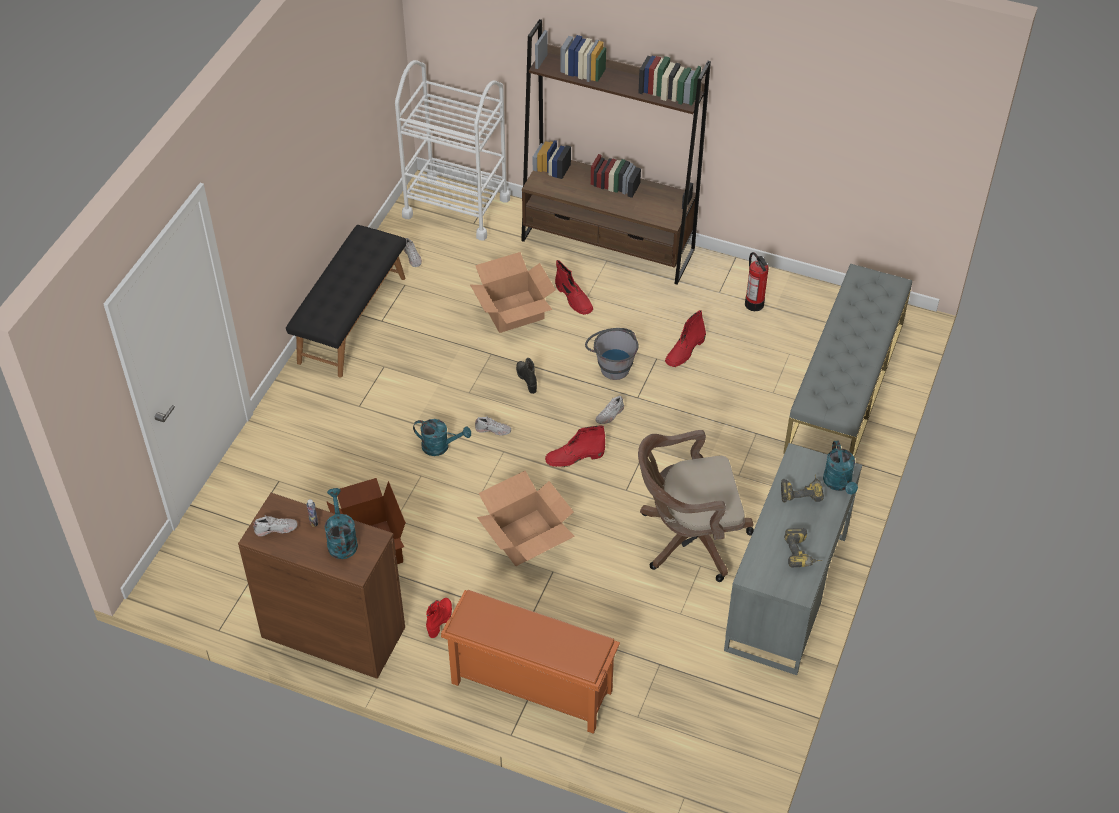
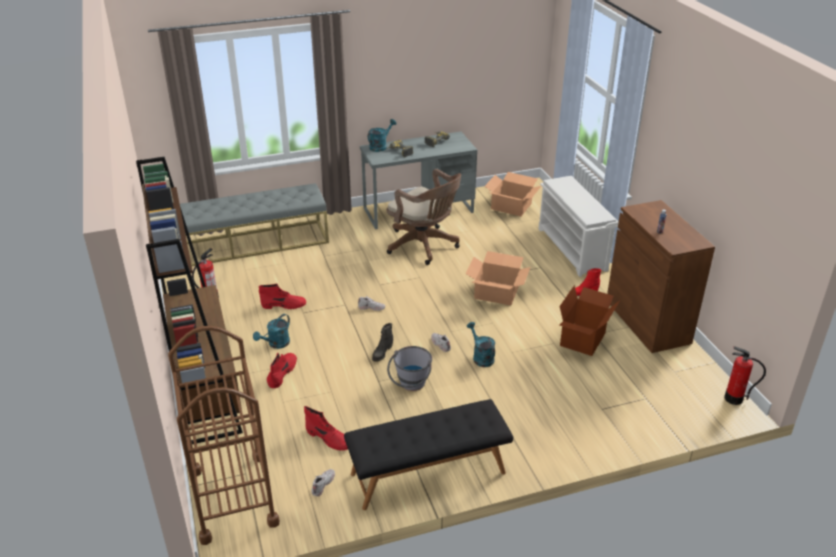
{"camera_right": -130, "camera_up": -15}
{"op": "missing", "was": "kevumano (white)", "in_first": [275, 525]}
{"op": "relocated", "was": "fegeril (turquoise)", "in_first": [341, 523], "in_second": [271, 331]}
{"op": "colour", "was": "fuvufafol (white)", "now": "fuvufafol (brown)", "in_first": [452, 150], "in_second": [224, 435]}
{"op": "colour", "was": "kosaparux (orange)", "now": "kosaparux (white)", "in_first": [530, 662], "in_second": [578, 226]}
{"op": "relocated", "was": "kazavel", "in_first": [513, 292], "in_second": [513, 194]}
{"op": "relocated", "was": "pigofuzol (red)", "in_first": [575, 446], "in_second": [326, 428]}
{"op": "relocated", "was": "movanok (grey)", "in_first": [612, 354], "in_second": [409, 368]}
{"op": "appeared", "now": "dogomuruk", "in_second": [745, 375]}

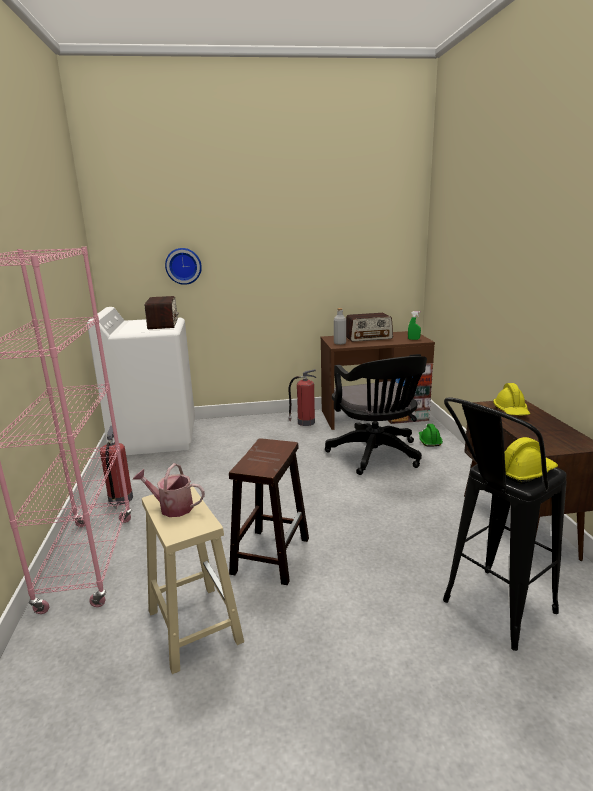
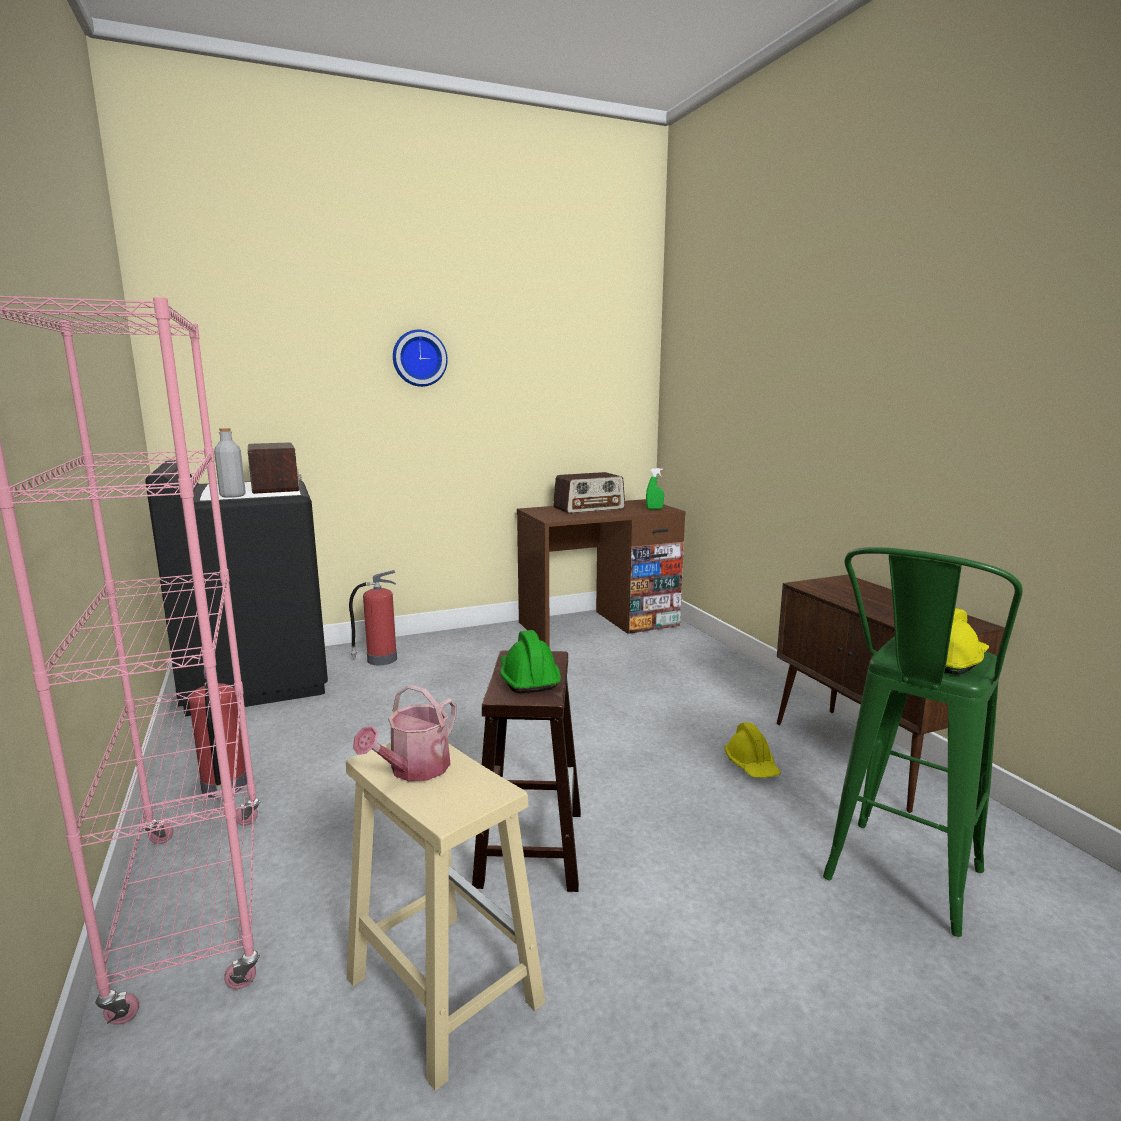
{"camera_right": -15, "camera_up": -5}
{"op": "colour", "was": "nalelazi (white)", "now": "nalelazi (black)", "in_first": [141, 381], "in_second": [236, 588]}
{"op": "spun", "was": "fegeril", "in_first": [169, 490], "in_second": [405, 732], "clockwise": -60}
{"op": "relocated", "was": "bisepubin", "in_first": [183, 266], "in_second": [420, 358]}
{"op": "relocated", "was": "dogomuruk", "in_first": [302, 397], "in_second": [373, 617]}
{"op": "missing", "was": "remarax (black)", "in_first": [376, 415]}
{"op": "relocated", "was": "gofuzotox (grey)", "in_first": [340, 326], "in_second": [230, 463]}
{"op": "relocated", "was": "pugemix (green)", "in_first": [431, 435], "in_second": [530, 661]}
{"op": "colour", "was": "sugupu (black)", "now": "sugupu (green)", "in_first": [505, 524], "in_second": [923, 742]}
{"op": "relocated", "was": "pugemix (yellow)", "in_first": [511, 399], "in_second": [752, 750]}

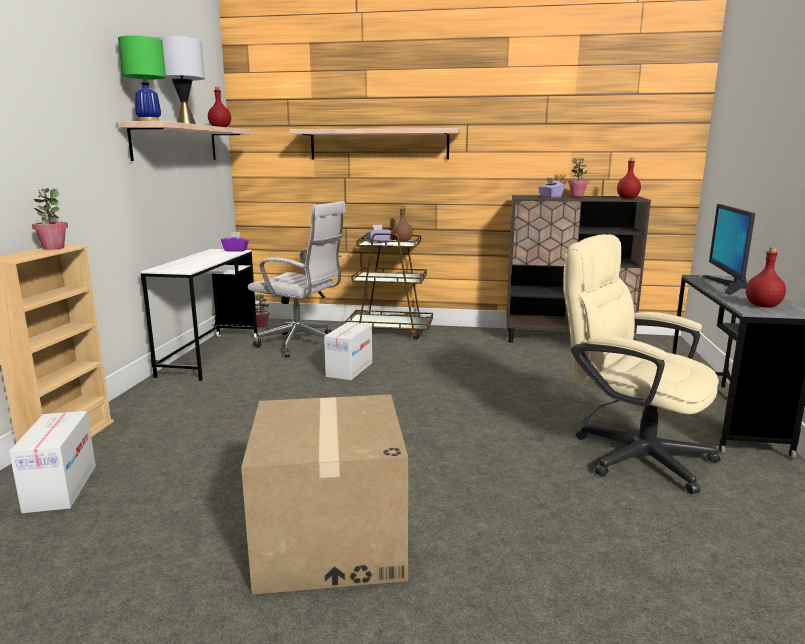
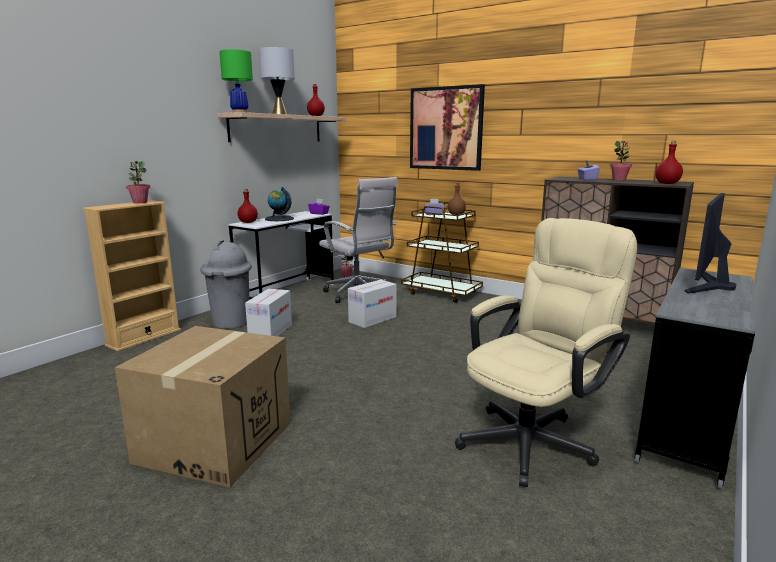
{"camera_right": 25, "camera_up": 0}
{"op": "relocated", "was": "kazavel", "in_first": [52, 462], "in_second": [268, 313]}
{"op": "exchanged", "was": "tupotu", "now": "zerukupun", "in_first": [374, 144], "in_second": [447, 127]}
{"op": "spun", "was": "remarax (beige)", "in_first": [641, 364], "in_second": [546, 352], "clockwise": 75}
{"op": "relocated", "was": "gofuzotox (red)", "in_first": [766, 277], "in_second": [248, 206]}
{"op": "appeared", "now": "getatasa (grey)", "in_second": [226, 285]}
{"op": "appeared", "now": "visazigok", "in_second": [279, 204]}

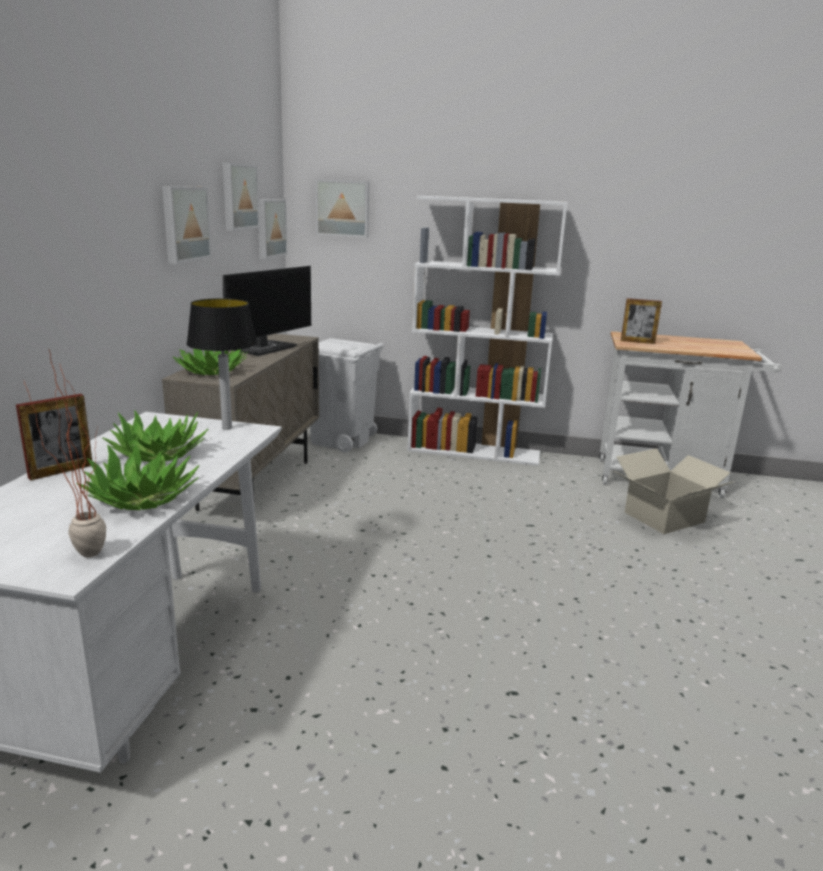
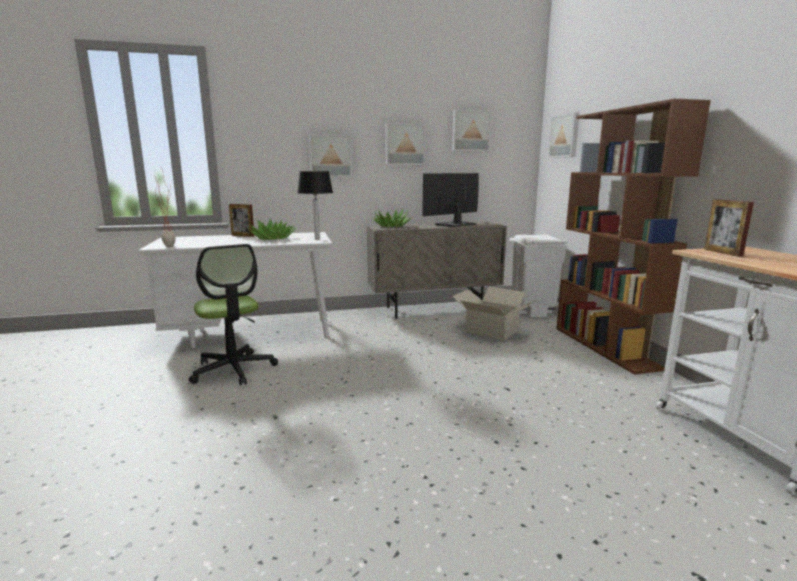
{"camera_right": 65, "camera_up": -5}
{"op": "missing", "was": "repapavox", "in_first": [138, 477]}
{"op": "spun", "was": "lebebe", "in_first": [267, 311], "in_second": [450, 200], "clockwise": 135}
{"op": "relocated", "was": "zerukupun", "in_first": [272, 229], "in_second": [330, 155]}
{"op": "colour", "was": "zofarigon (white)", "now": "zofarigon (brown)", "in_first": [487, 331], "in_second": [633, 237]}
{"op": "relocated", "was": "kazavel", "in_first": [674, 491], "in_second": [494, 314]}
{"op": "appeared", "now": "remarax", "in_second": [233, 314]}

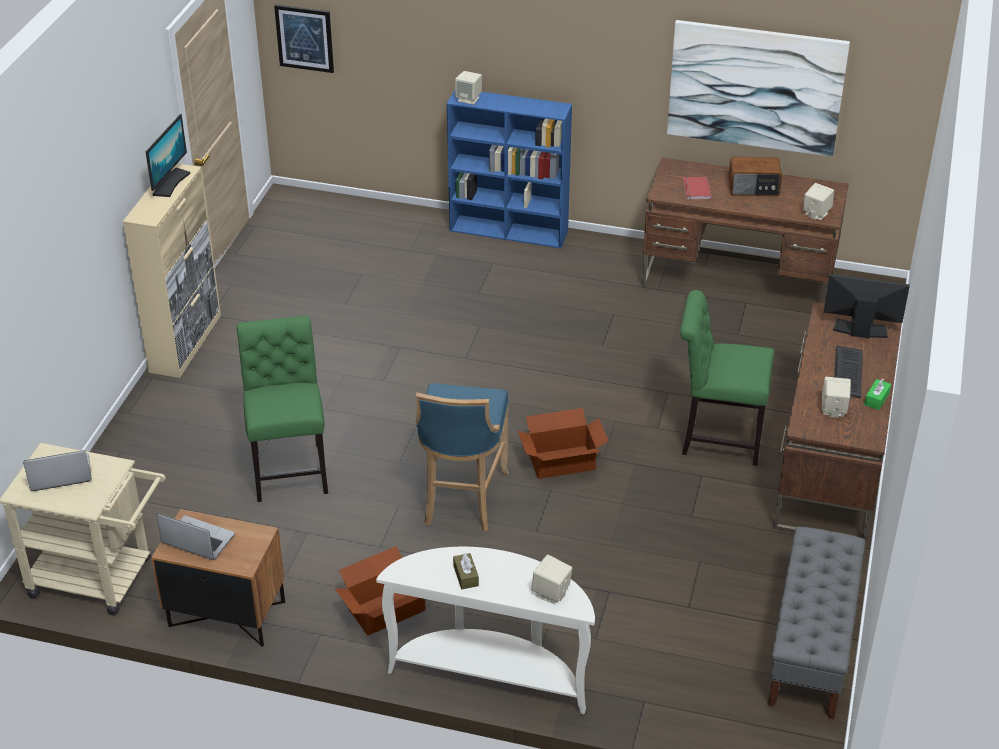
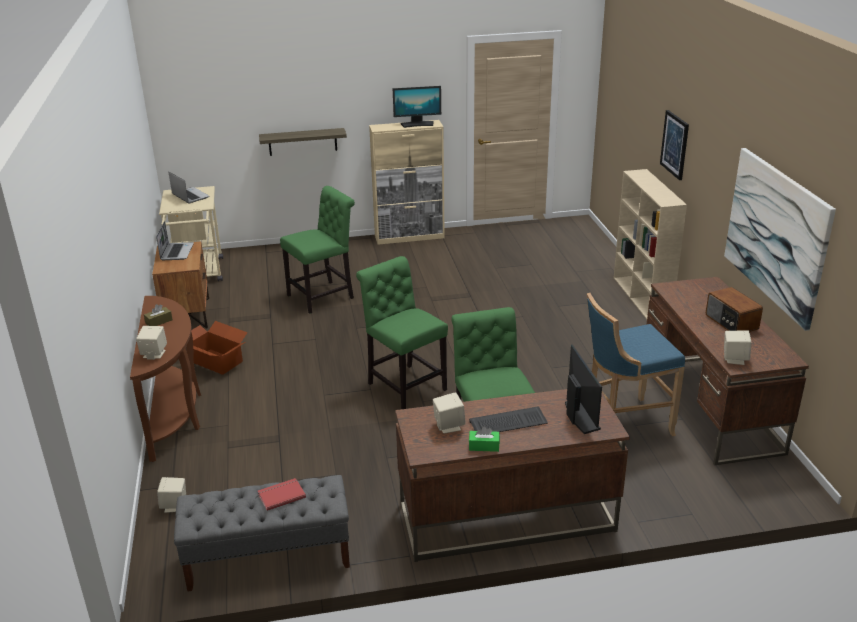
{"camera_right": 65, "camera_up": -10}
{"op": "relocated", "was": "zerukupun", "in_first": [304, 38], "in_second": [674, 145]}
{"op": "colour", "was": "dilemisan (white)", "now": "dilemisan (brown)", "in_first": [485, 630], "in_second": [165, 379]}
{"op": "relocated", "was": "sugupu (blue)", "in_first": [462, 457], "in_second": [636, 364]}
{"op": "colour", "was": "zofarigon (blue)", "now": "zofarigon (beige)", "in_first": [509, 169], "in_second": [650, 244]}
{"op": "relocated", "was": "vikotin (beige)", "in_first": [468, 88], "in_second": [171, 495]}
{"op": "exchanged", "was": "kazavel", "now": "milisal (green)", "in_first": [563, 443], "in_second": [402, 332]}
{"op": "relocated", "was": "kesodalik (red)", "in_first": [697, 188], "in_second": [282, 494]}
{"op": "appeared", "now": "tupotu", "in_second": [303, 142]}

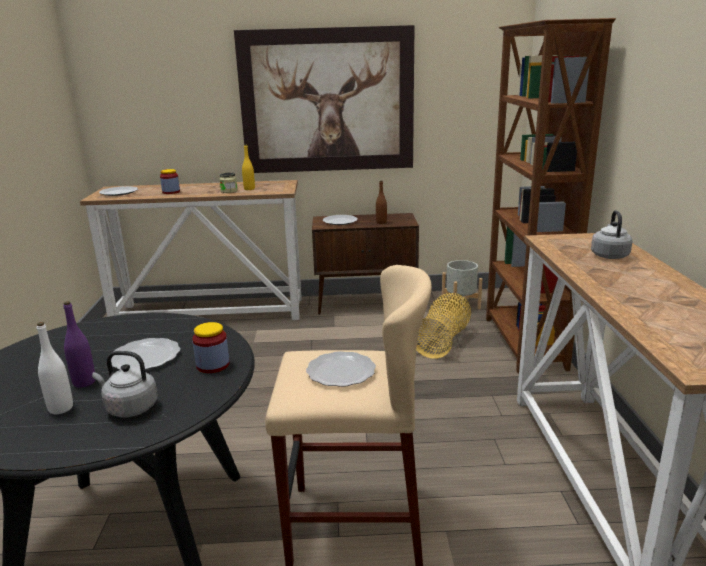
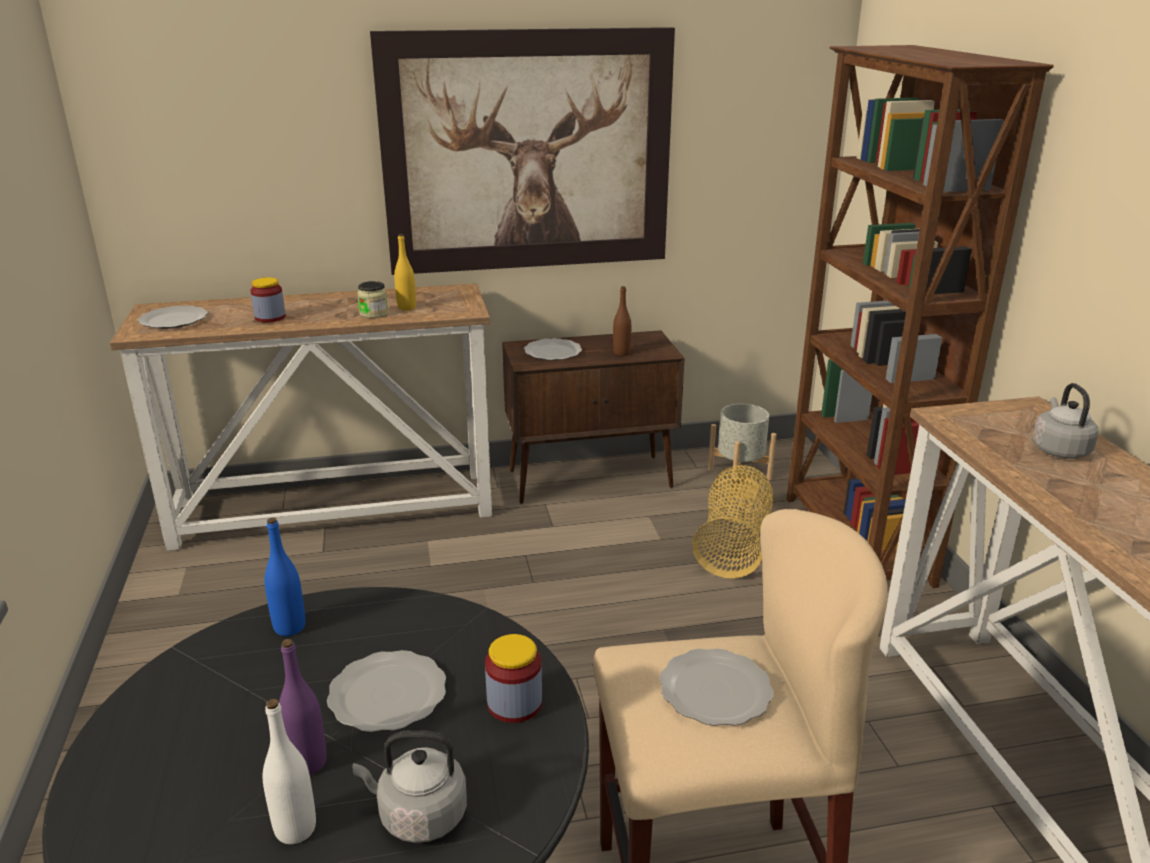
{"camera_right": -10, "camera_up": 5}
{"op": "appeared", "now": "gofuzotox (blue)", "in_second": [284, 576]}

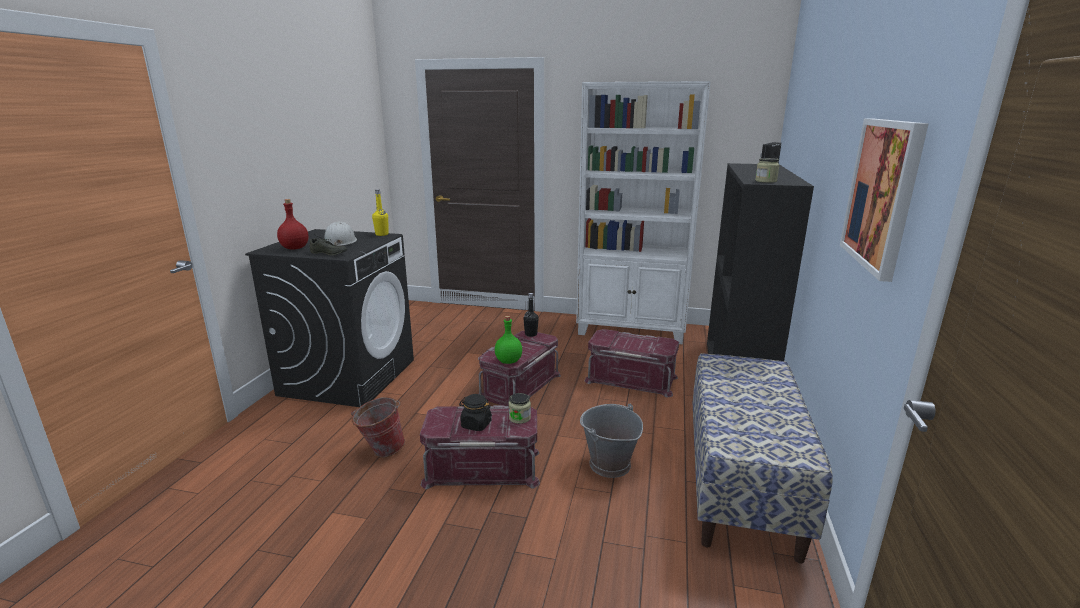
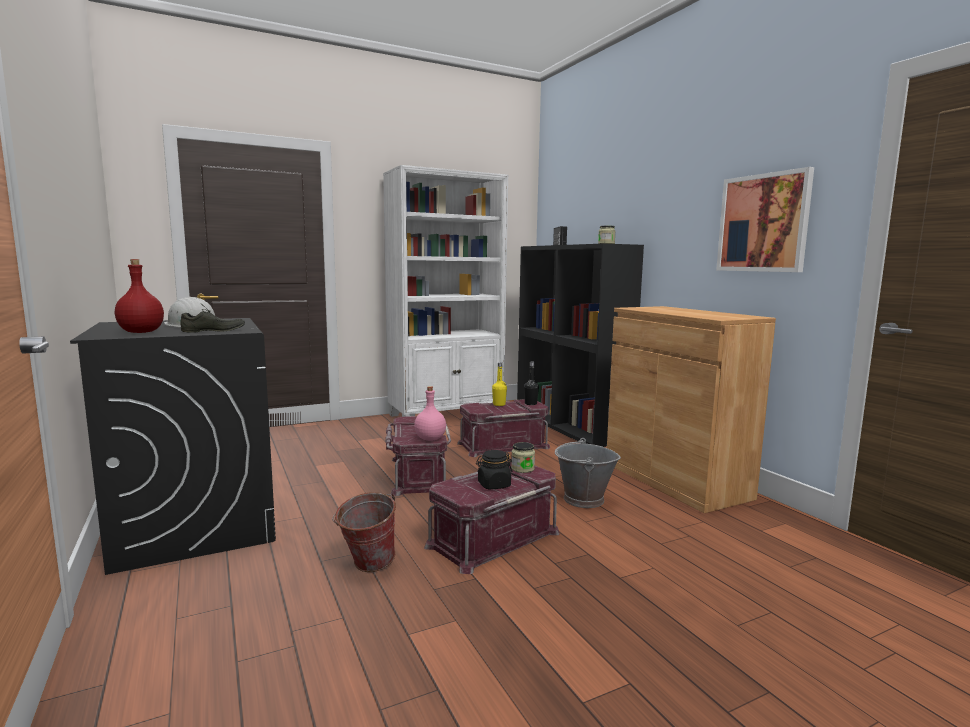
{"camera_right": -40, "camera_up": -10}
{"op": "relocated", "was": "gofuzotox (yellow)", "in_first": [380, 213], "in_second": [499, 384]}
{"op": "colour", "was": "gofuzotox (green)", "now": "gofuzotox (pink)", "in_first": [508, 340], "in_second": [430, 413]}
{"op": "relocated", "was": "gofuzotox (black)", "in_first": [531, 315], "in_second": [531, 383]}
{"op": "exchanged", "was": "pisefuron", "now": "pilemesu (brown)", "in_first": [763, 458], "in_second": [691, 409]}

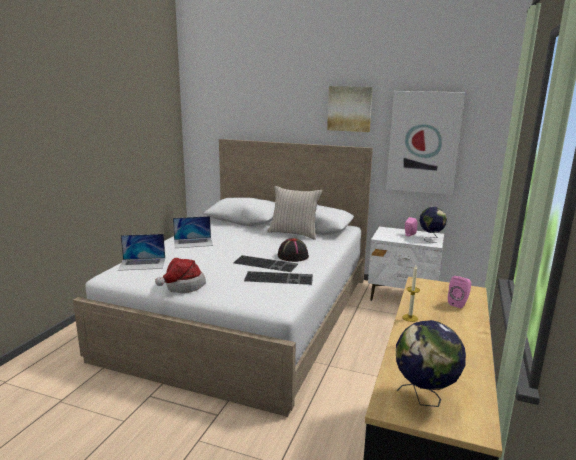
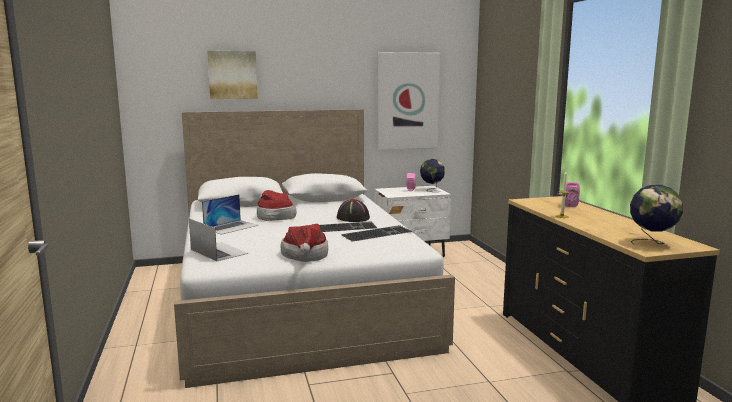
{"camera_right": -35, "camera_up": -5}
{"op": "spun", "was": "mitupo", "in_first": [141, 252], "in_second": [218, 239], "clockwise": -90}
{"op": "missing", "was": "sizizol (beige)", "in_first": [295, 213]}
{"op": "relocated", "was": "zerukupun", "in_first": [350, 109], "in_second": [232, 75]}
{"op": "appeared", "now": "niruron", "in_second": [277, 205]}

